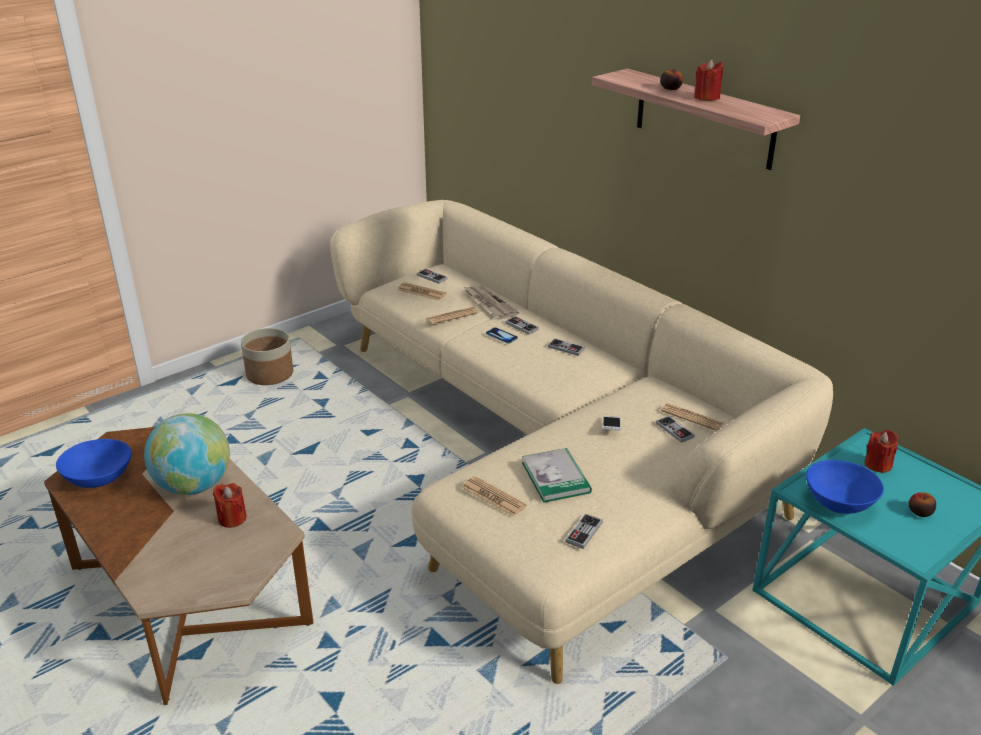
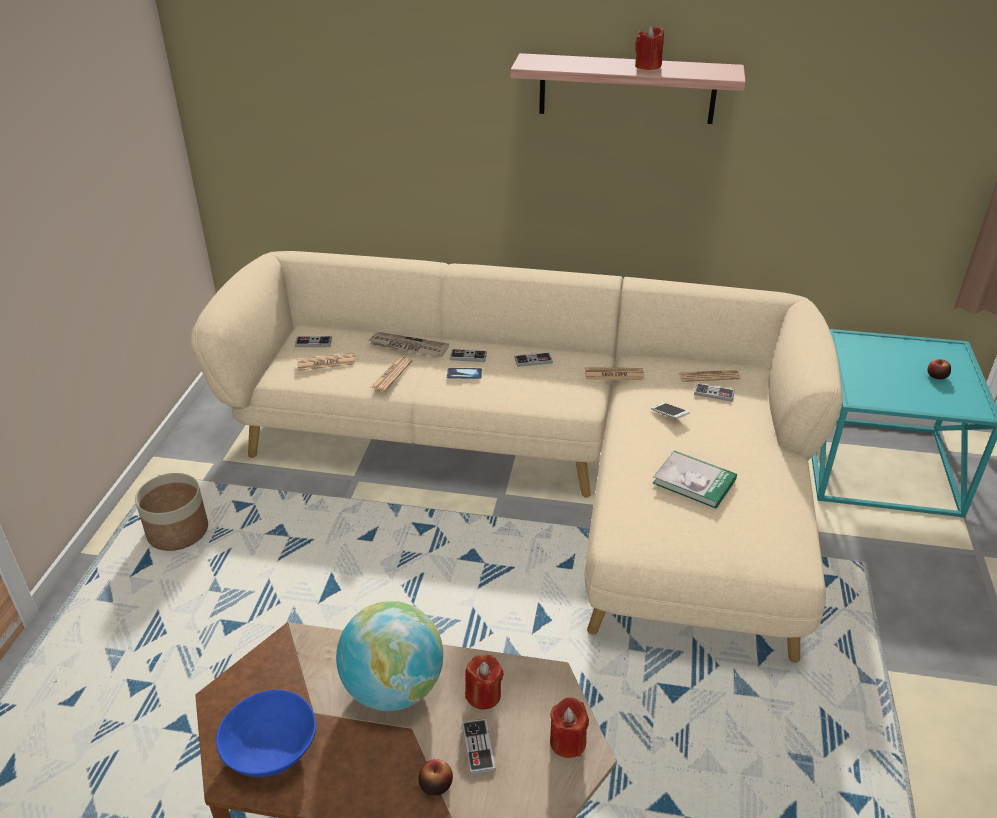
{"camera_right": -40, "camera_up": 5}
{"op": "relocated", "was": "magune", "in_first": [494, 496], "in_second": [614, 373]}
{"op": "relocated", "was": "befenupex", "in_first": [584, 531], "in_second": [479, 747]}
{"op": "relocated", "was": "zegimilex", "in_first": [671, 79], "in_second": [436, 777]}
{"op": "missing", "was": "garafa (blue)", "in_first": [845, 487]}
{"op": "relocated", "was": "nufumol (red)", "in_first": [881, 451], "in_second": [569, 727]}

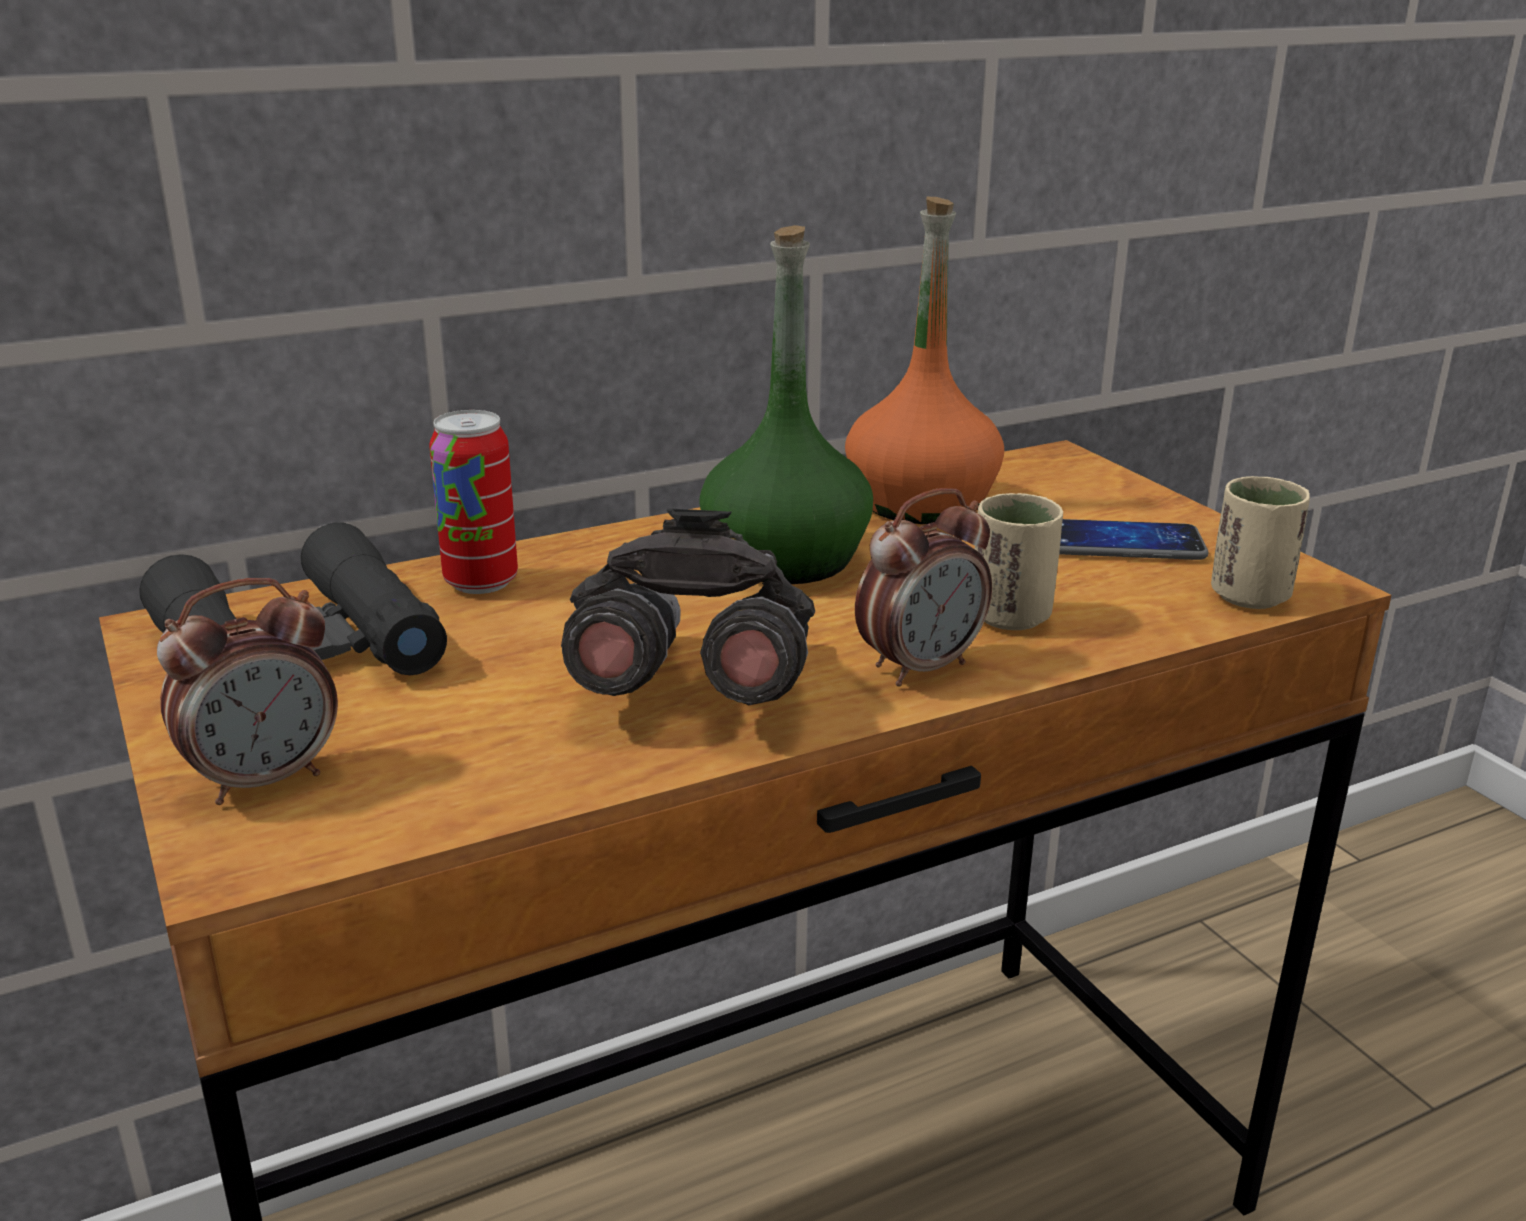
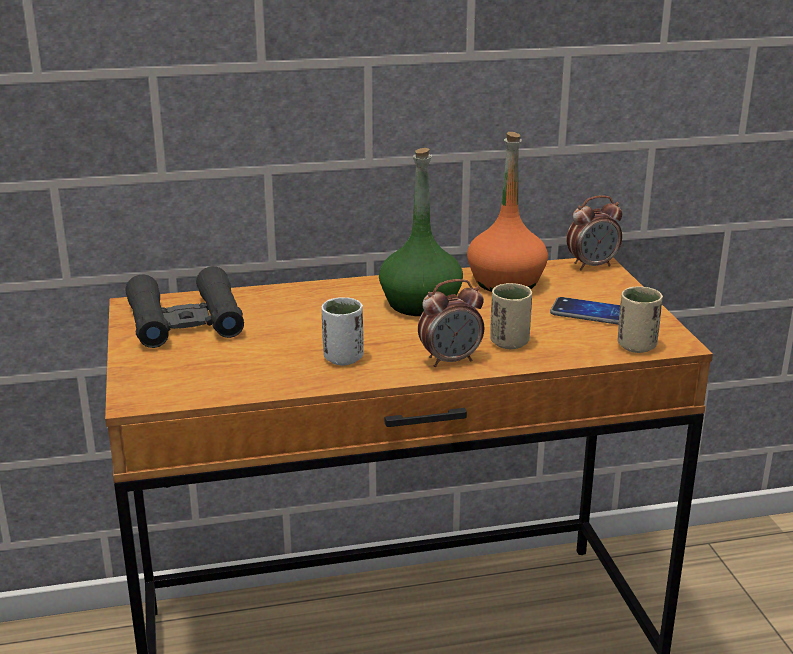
{"camera_right": 15, "camera_up": 0}
{"op": "relocated", "was": "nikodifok", "in_first": [247, 691], "in_second": [594, 232]}
{"op": "missing", "was": "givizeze", "in_first": [473, 502]}
{"op": "exchanged", "was": "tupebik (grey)", "now": "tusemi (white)", "in_first": [688, 606], "in_second": [342, 331]}

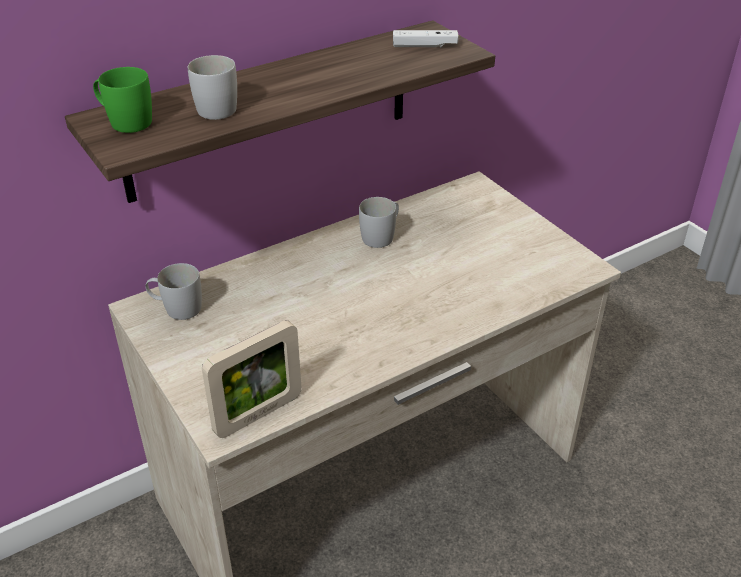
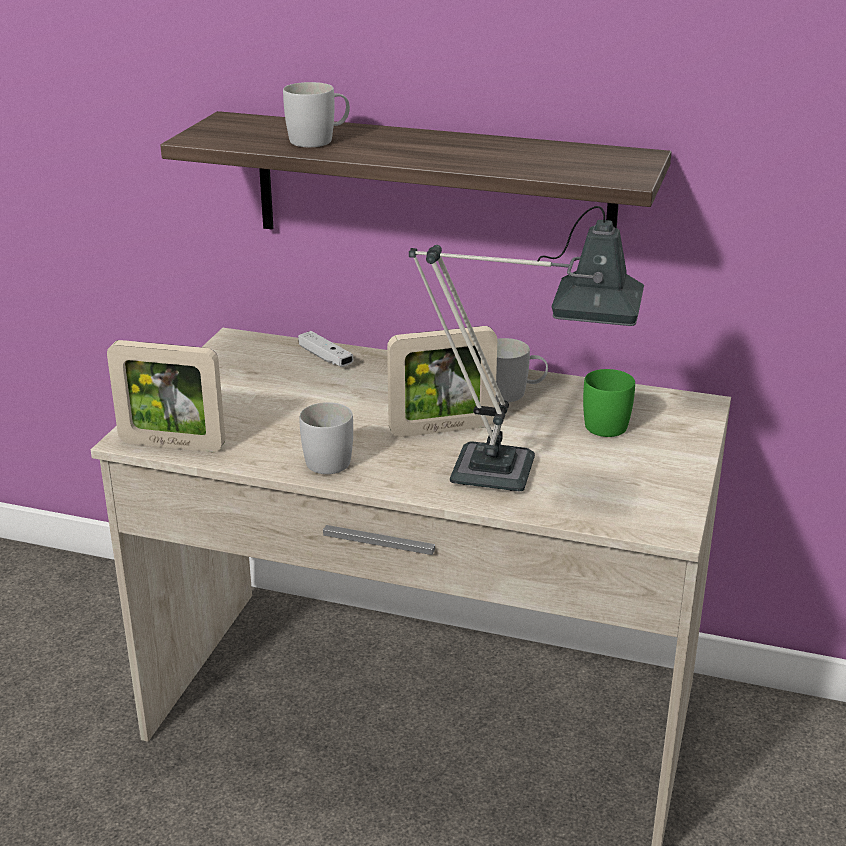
{"camera_right": 50, "camera_up": -10}
{"op": "relocated", "was": "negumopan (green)", "in_first": [122, 100], "in_second": [609, 403]}
{"op": "relocated", "was": "negumopan (white)", "in_first": [173, 291], "in_second": [326, 438]}
{"op": "relocated", "was": "befenupex (white)", "in_first": [426, 38], "in_second": [326, 349]}
{"op": "appeared", "now": "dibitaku", "in_second": [442, 381]}
{"op": "appeared", "now": "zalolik", "in_second": [526, 349]}

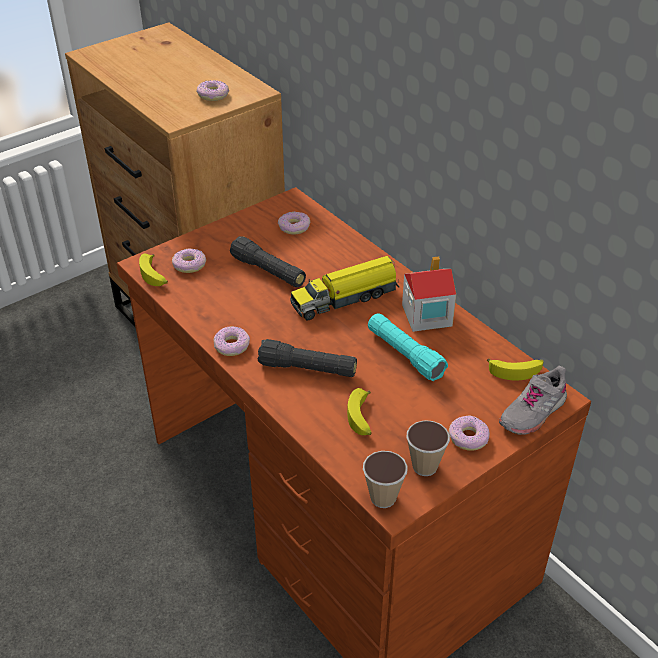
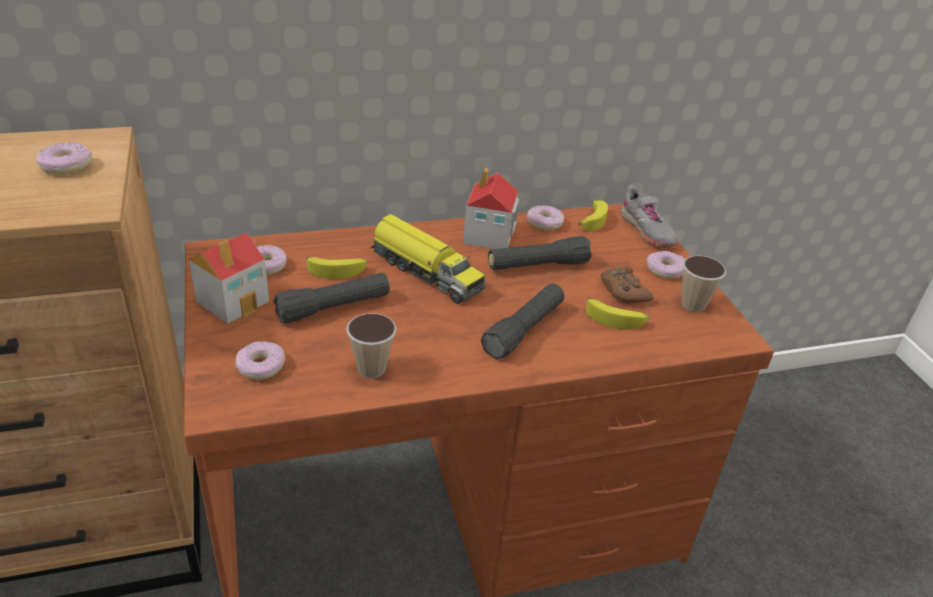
{"camera_right": -70, "camera_up": -5}
{"op": "relocated", "was": "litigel", "in_first": [153, 270], "in_second": [337, 268]}
{"op": "relocated", "was": "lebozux", "in_first": [232, 341], "in_second": [545, 217]}
{"op": "spun", "was": "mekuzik", "in_first": [344, 288], "in_second": [428, 259], "clockwise": -45}
{"op": "relocated", "was": "tusemi", "in_first": [385, 479], "in_second": [371, 345]}
{"op": "colour", "was": "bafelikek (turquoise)", "now": "bafelikek (black)", "in_first": [408, 347], "in_second": [540, 253]}
{"op": "appeared", "now": "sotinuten", "in_second": [229, 278]}
{"op": "appeared", "now": "befenupex (brown)", "in_second": [627, 285]}

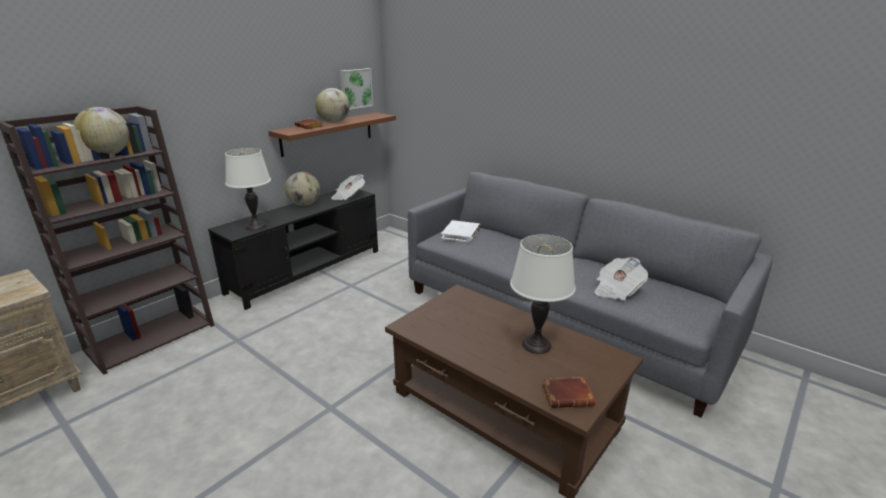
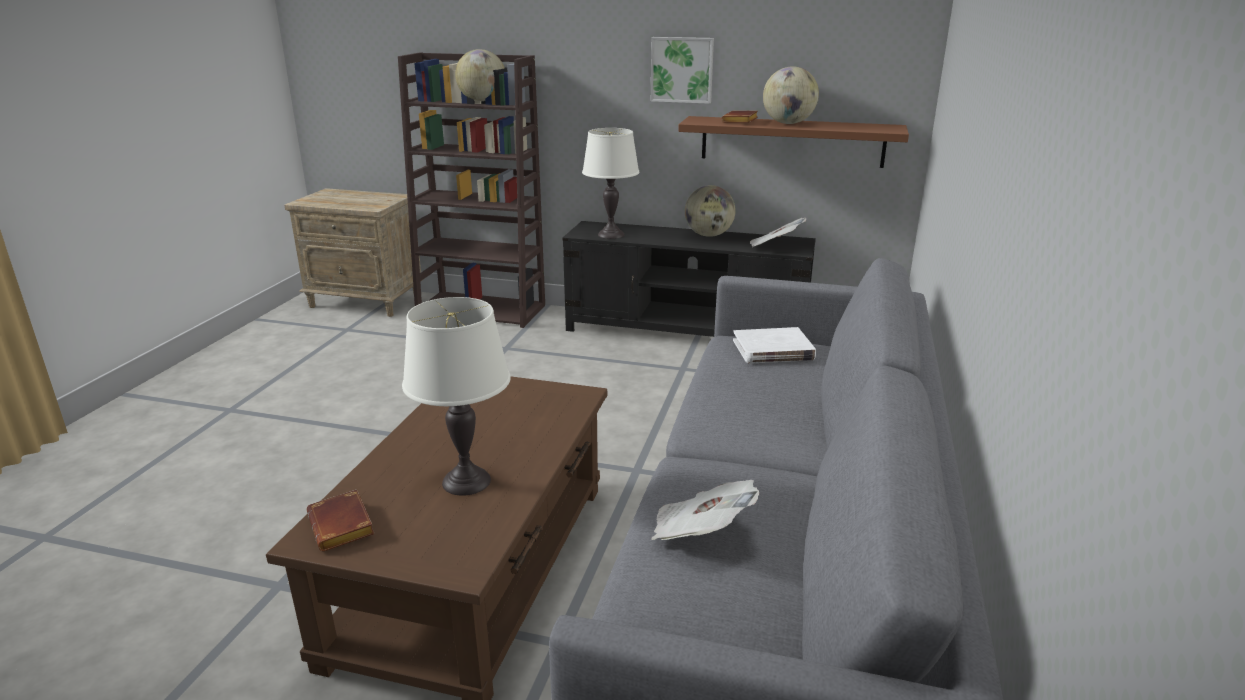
{"camera_right": 65, "camera_up": 0}
{"op": "relocated", "was": "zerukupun", "in_first": [356, 89], "in_second": [682, 70]}

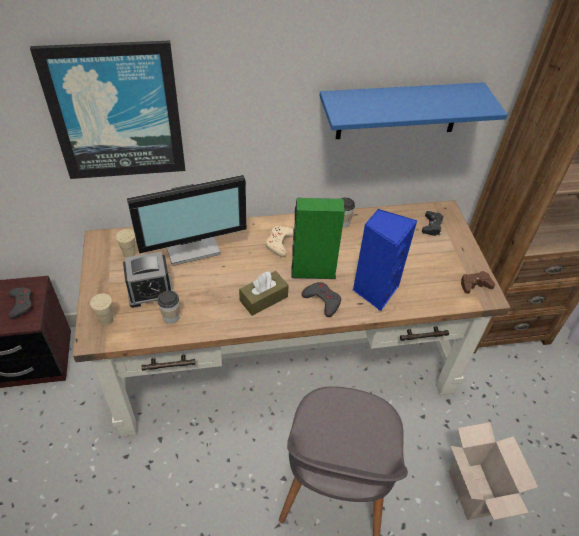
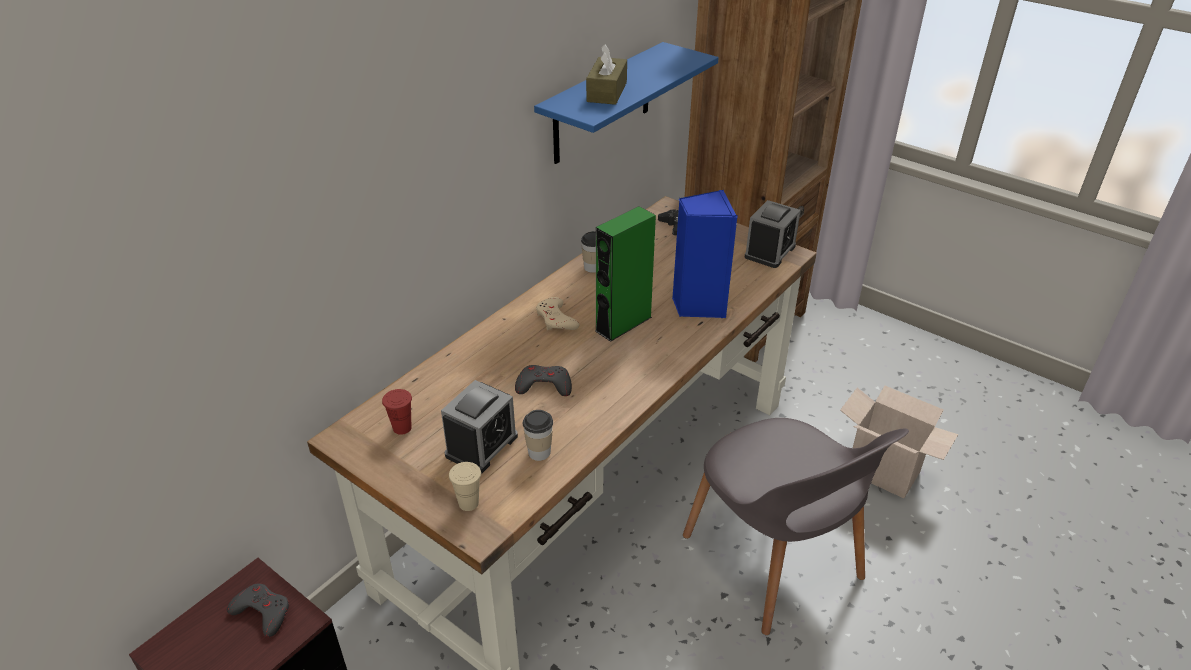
{"camera_right": -40, "camera_up": -10}
{"op": "missing", "was": "zerukupun", "in_first": [107, 110]}
{"op": "colour", "was": "tusemi (beige)", "now": "tusemi (red)", "in_first": [126, 243], "in_second": [397, 412]}
{"op": "missing", "was": "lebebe", "in_first": [187, 220]}
{"op": "relocated", "was": "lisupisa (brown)", "in_first": [264, 293], "in_second": [606, 74]}
{"op": "relocated", "was": "befenupex (grey)", "in_first": [321, 299], "in_second": [543, 380]}
{"op": "exchanged", "was": "befenupex (brown)", "now": "nikodifok", "in_first": [478, 282], "in_second": [773, 234]}

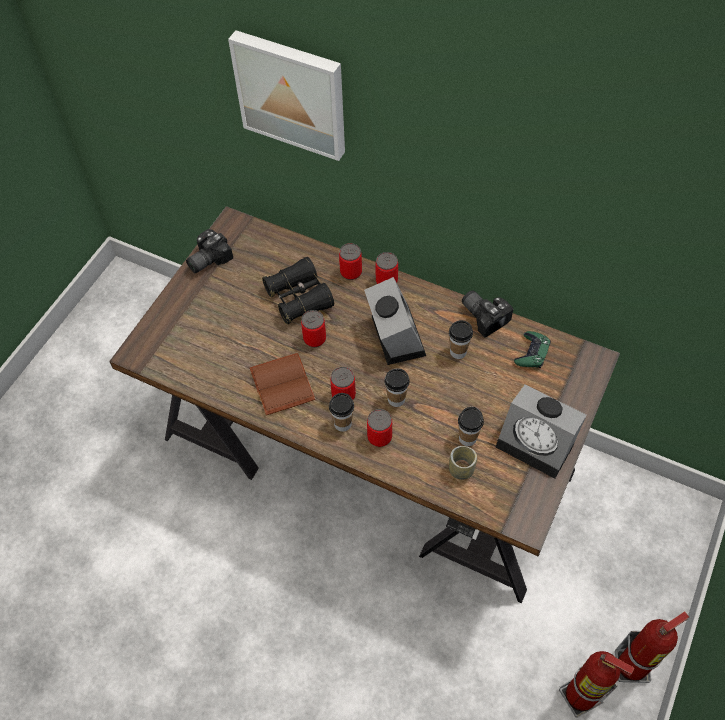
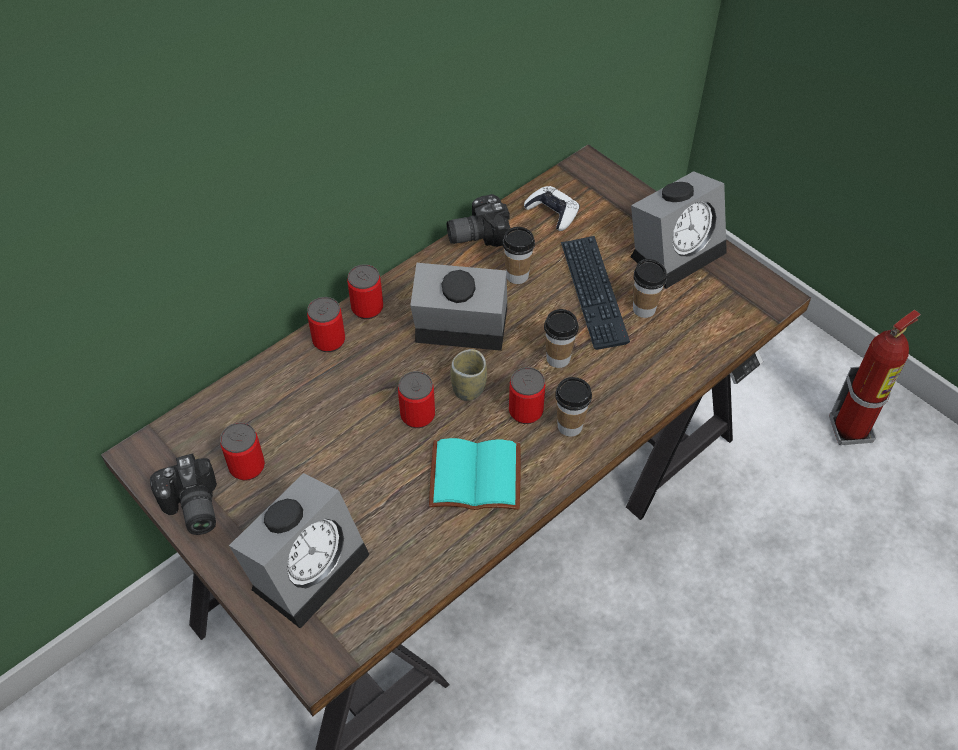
{"camera_right": -70, "camera_up": -5}
{"op": "missing", "was": "zerukupun", "in_first": [286, 95]}
{"op": "colour", "was": "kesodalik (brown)", "now": "kesodalik (turquoise)", "in_first": [282, 384], "in_second": [475, 474]}
{"op": "missing", "was": "tupebik (black)", "in_first": [298, 290]}
{"op": "relocated", "was": "givizeze", "in_first": [379, 428], "in_second": [242, 452]}
{"op": "relocated", "was": "tusemi", "in_first": [463, 463], "in_second": [468, 375]}
{"op": "colour", "was": "befenupex (green)", "now": "befenupex (white)", "in_first": [532, 349], "in_second": [552, 208]}
{"op": "missing", "was": "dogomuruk", "in_first": [652, 647]}
{"op": "appeared", "now": "nikodifok", "in_second": [299, 551]}
{"op": "appeared", "now": "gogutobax", "in_second": [595, 293]}

